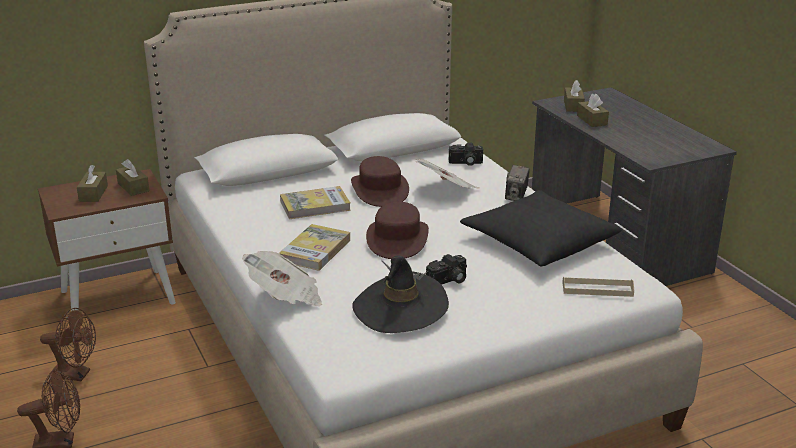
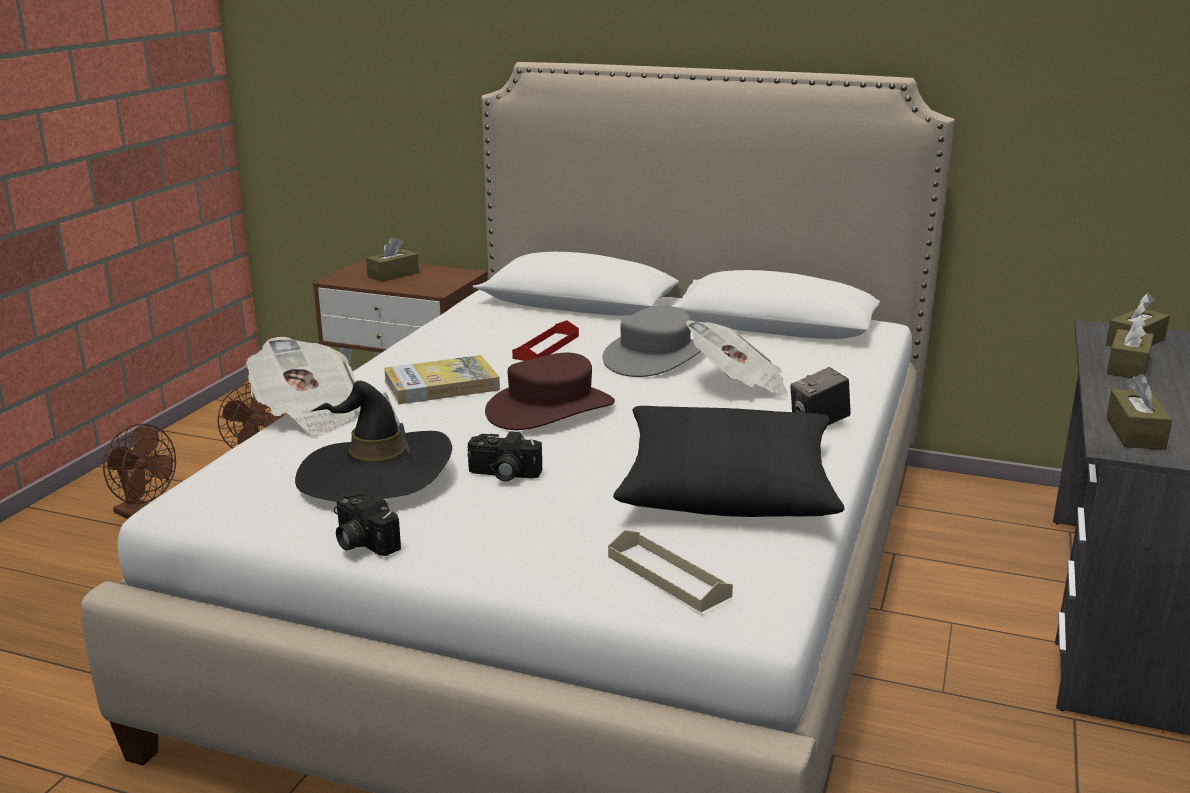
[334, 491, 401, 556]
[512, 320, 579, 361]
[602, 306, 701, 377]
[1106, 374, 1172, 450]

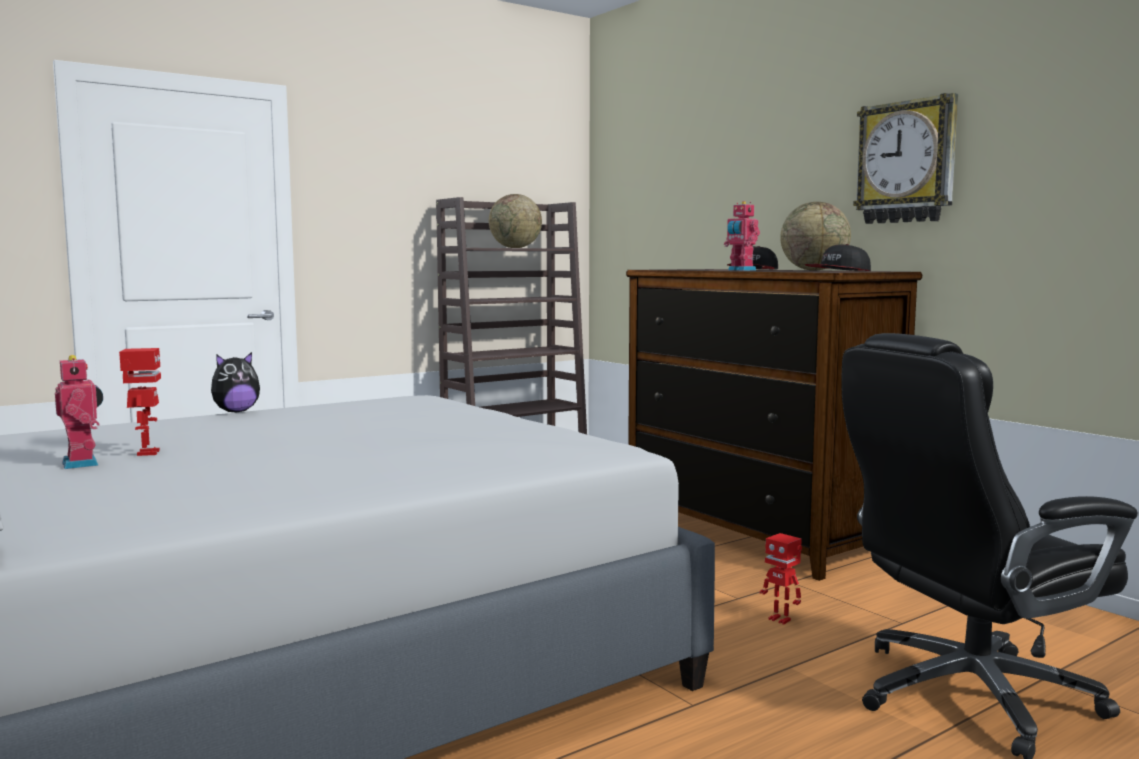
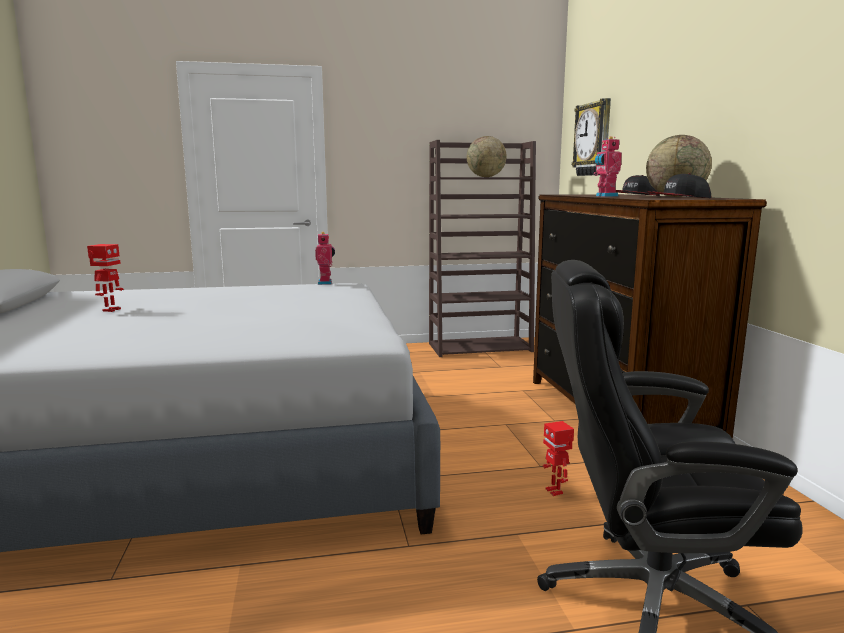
[315, 232, 335, 285]
[572, 98, 611, 176]
[211, 352, 260, 413] (first image)

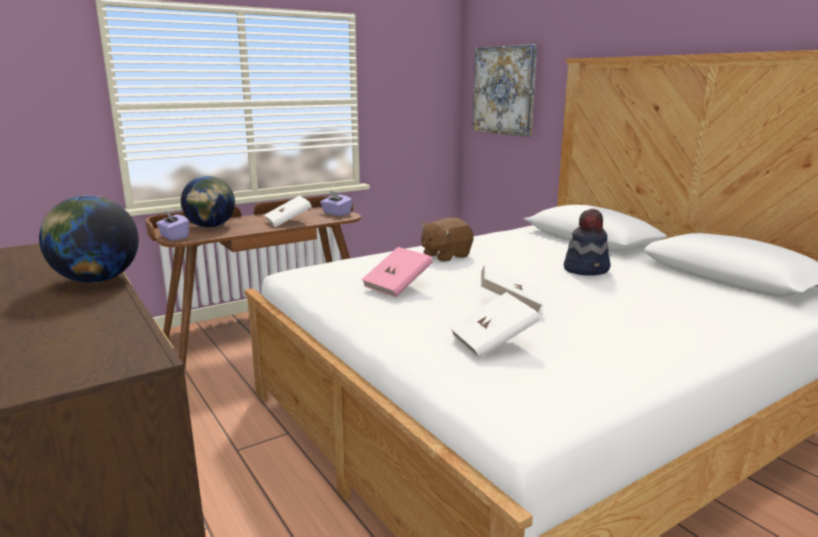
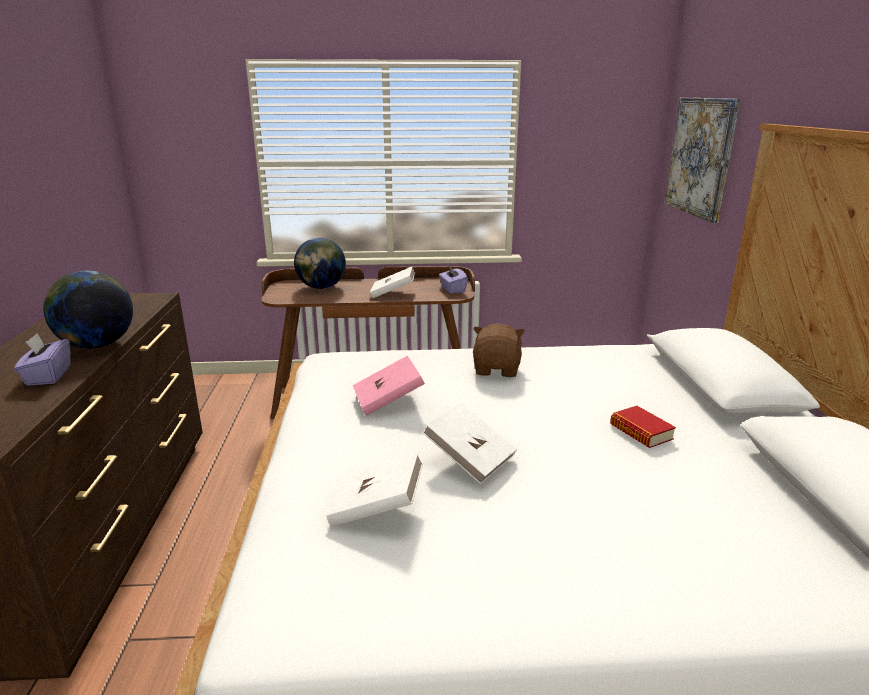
[14, 333, 71, 386]
[473, 323, 525, 377]
[610, 406, 676, 448]

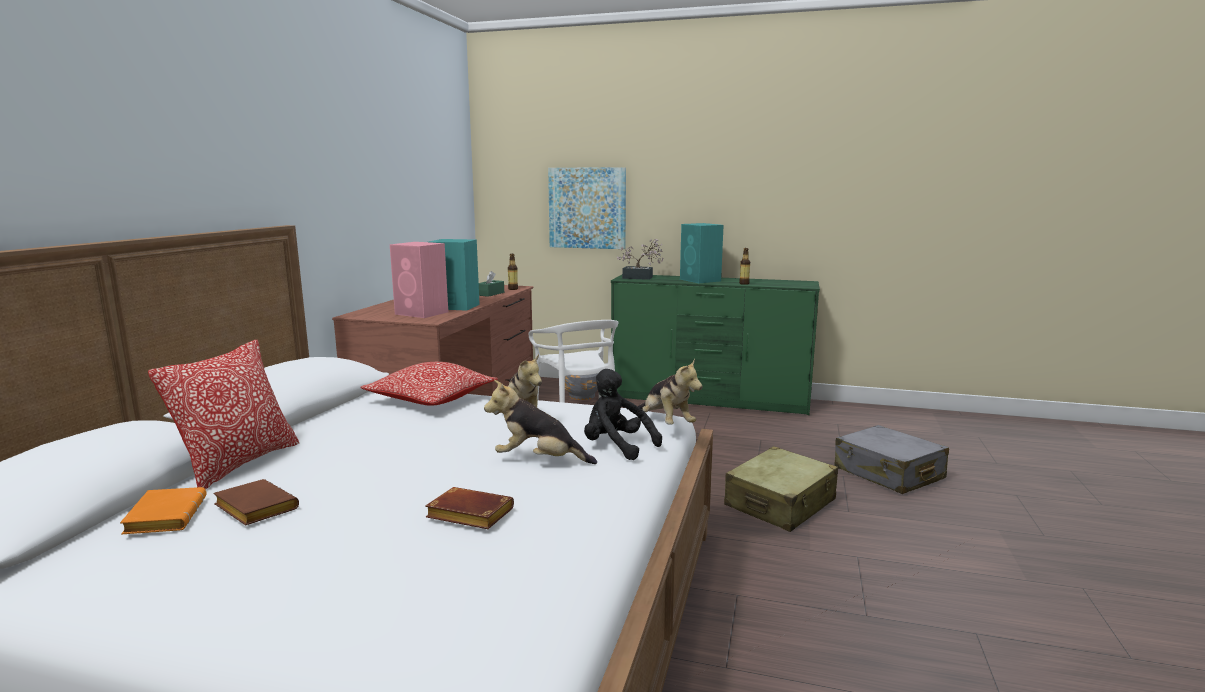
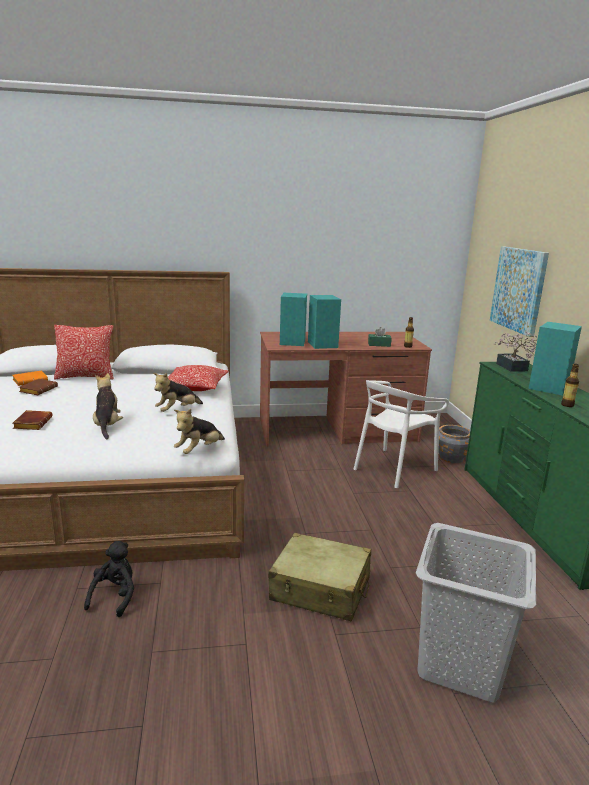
[84, 541, 134, 617]
[280, 293, 307, 346]
[416, 523, 536, 703]

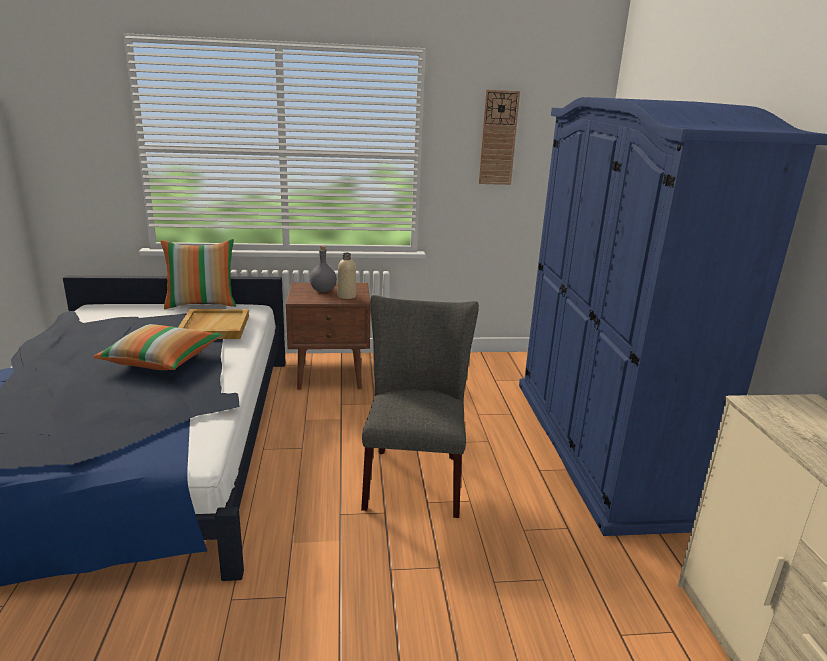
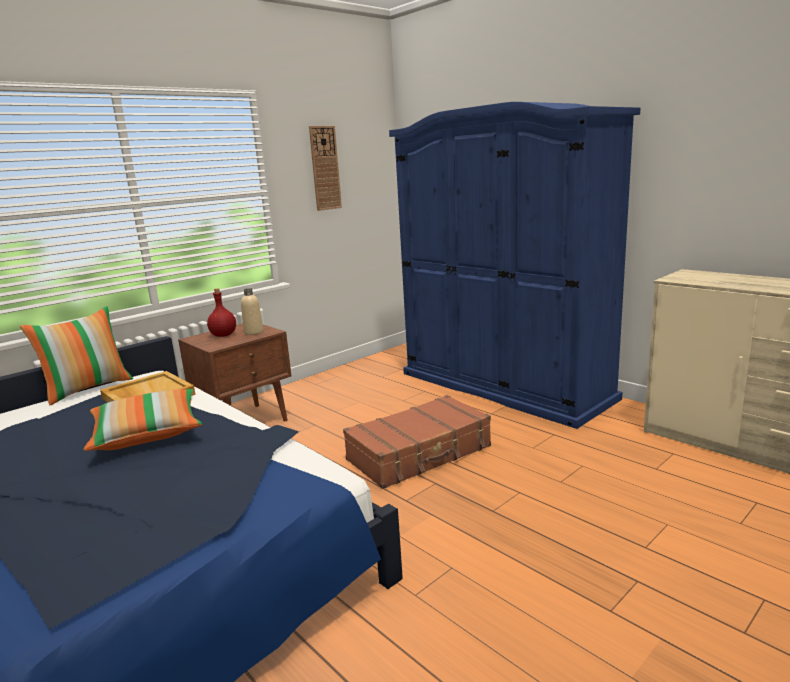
[207, 289, 236, 337]
[343, 395, 491, 489]

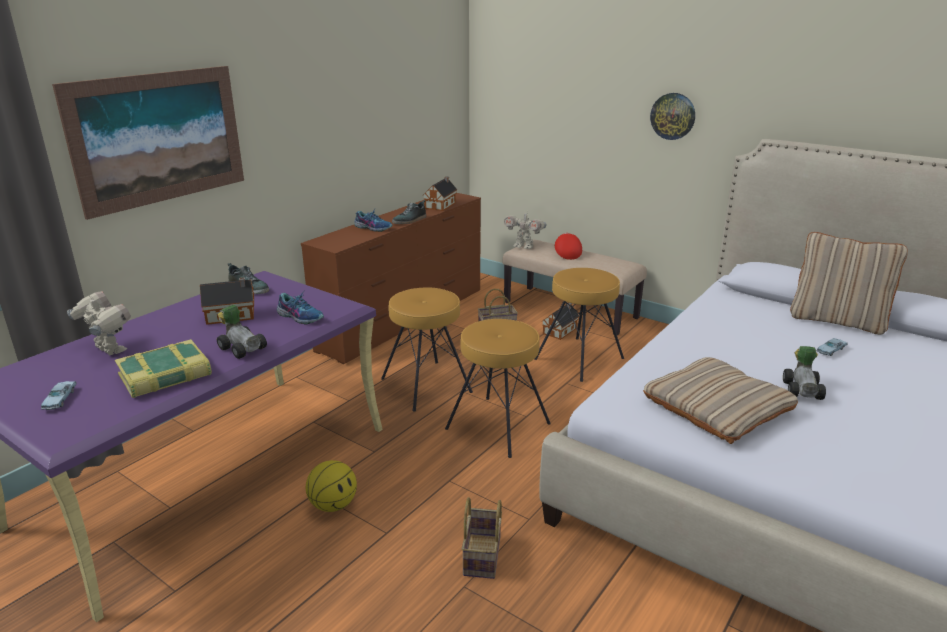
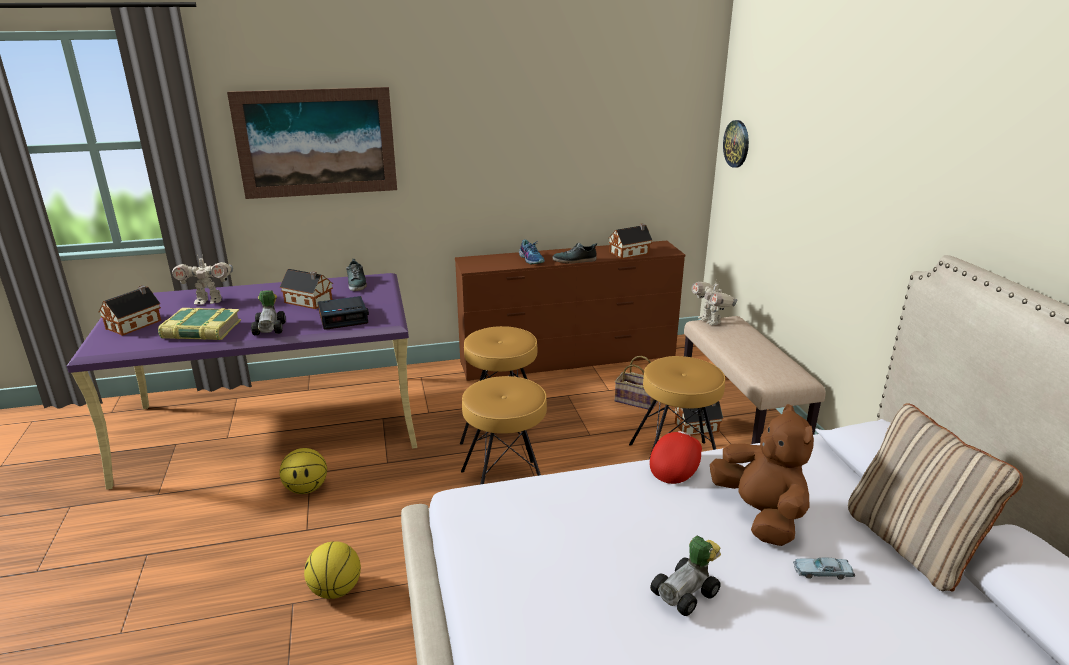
[99, 285, 161, 336]
[172, 254, 233, 305]
[304, 541, 361, 599]
[318, 296, 369, 330]
[650, 431, 702, 484]
[710, 404, 814, 546]
[723, 120, 749, 168]
[643, 357, 798, 444] (first image)

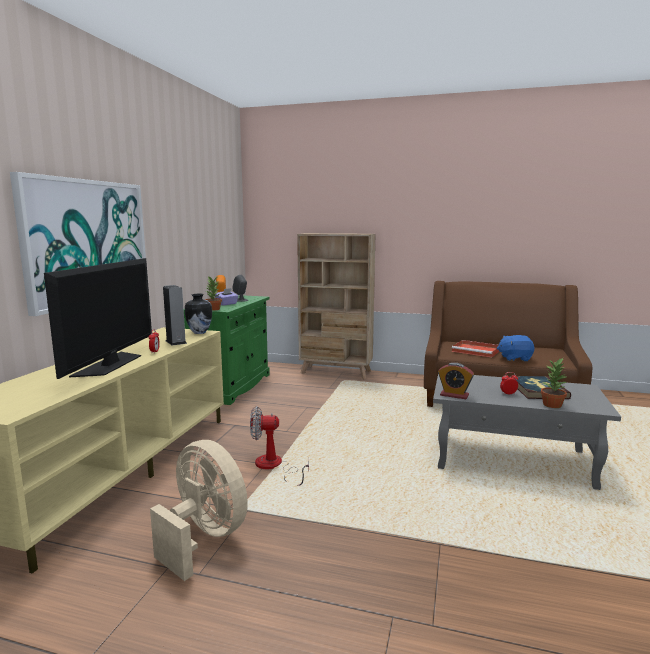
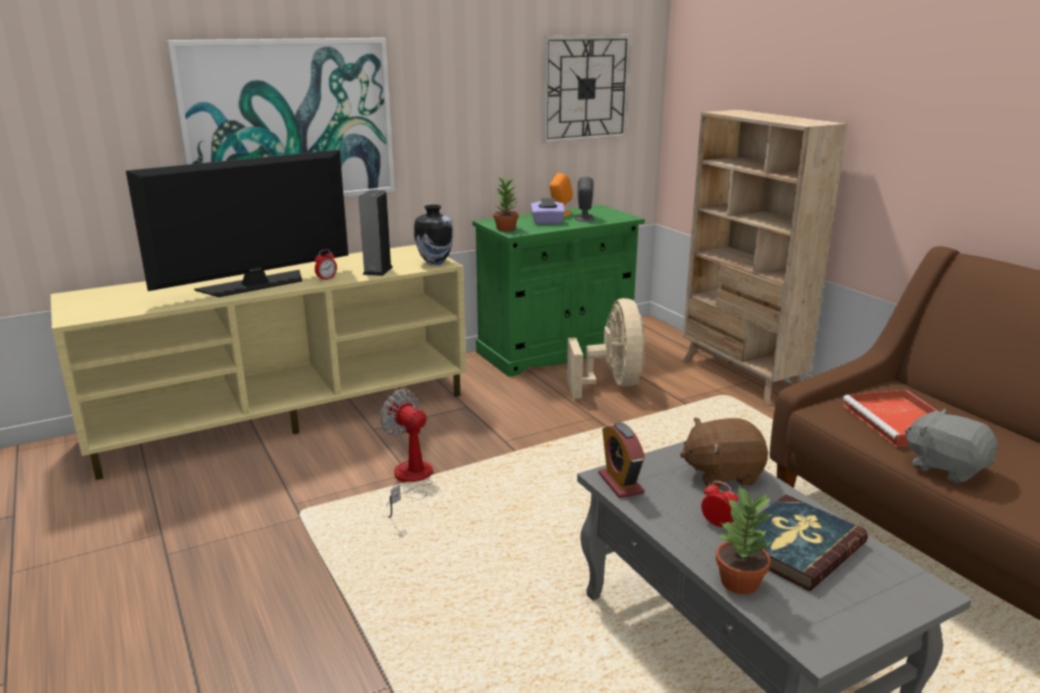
[542, 35, 631, 144]
[567, 298, 646, 399]
[680, 418, 768, 488]
[905, 409, 998, 484]

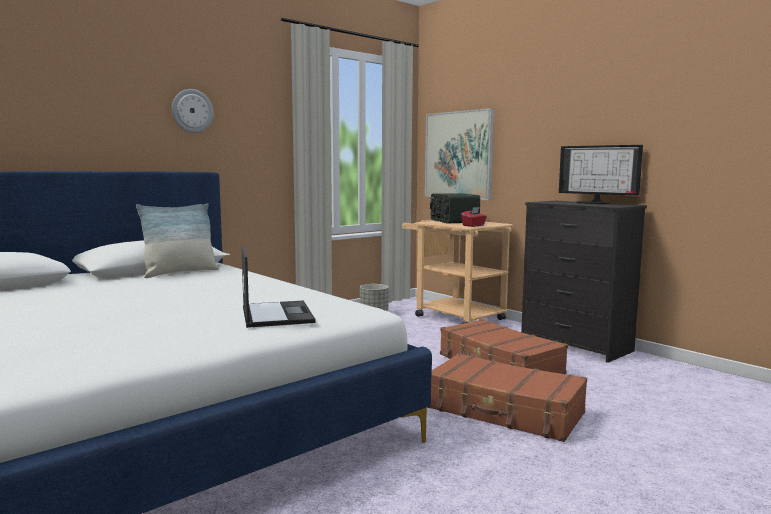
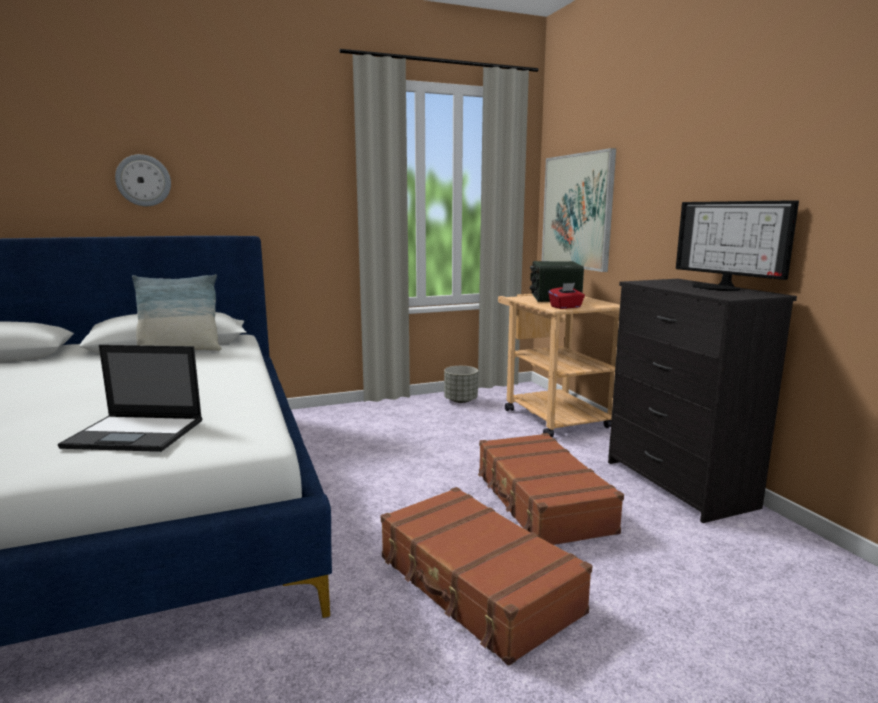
[58, 345, 202, 452]
[115, 154, 171, 206]

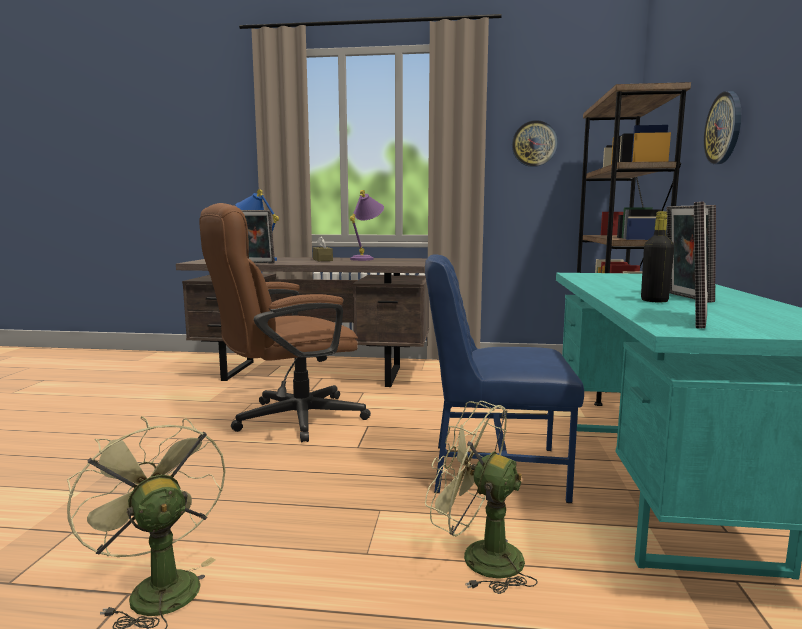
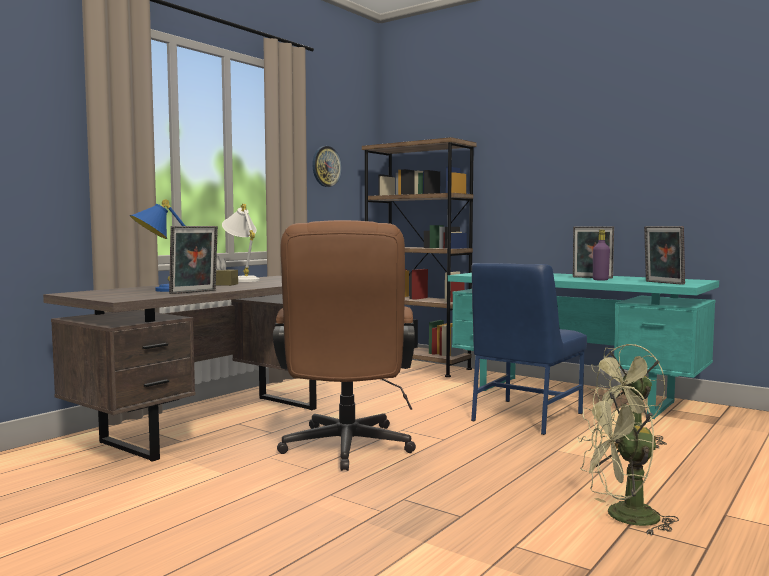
[222, 204, 260, 282]
[593, 230, 610, 281]
[704, 91, 741, 164] (first image)

